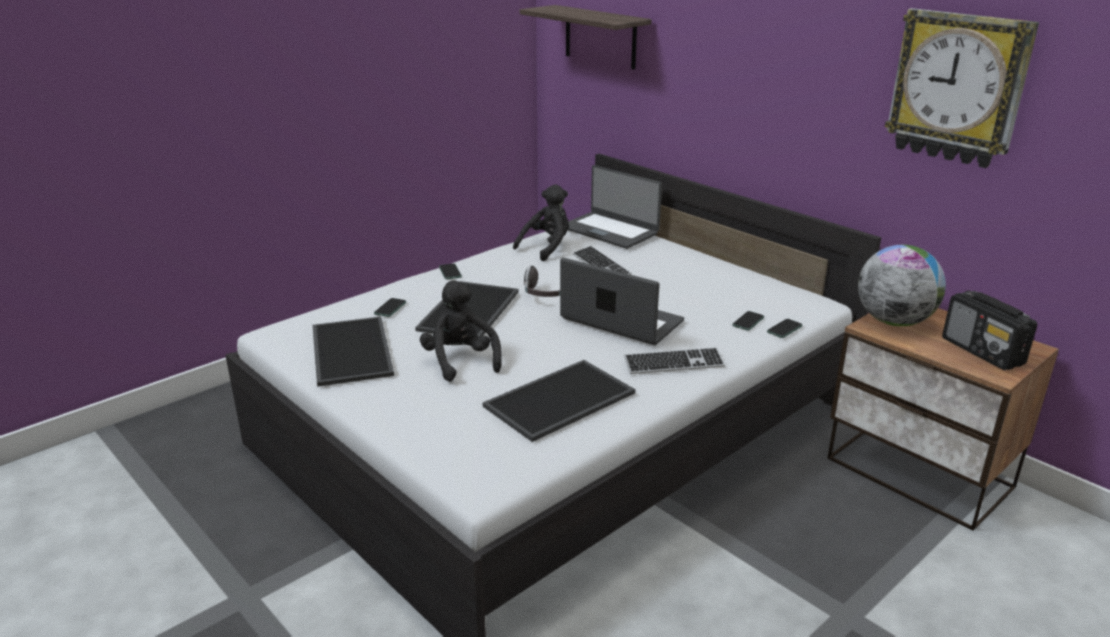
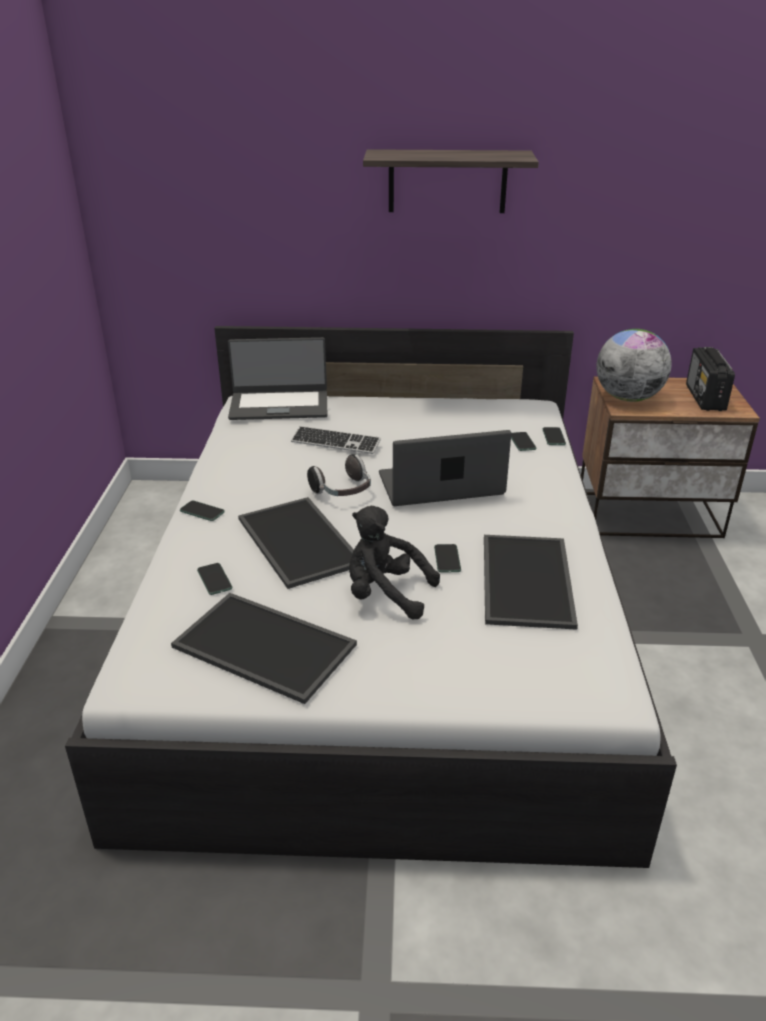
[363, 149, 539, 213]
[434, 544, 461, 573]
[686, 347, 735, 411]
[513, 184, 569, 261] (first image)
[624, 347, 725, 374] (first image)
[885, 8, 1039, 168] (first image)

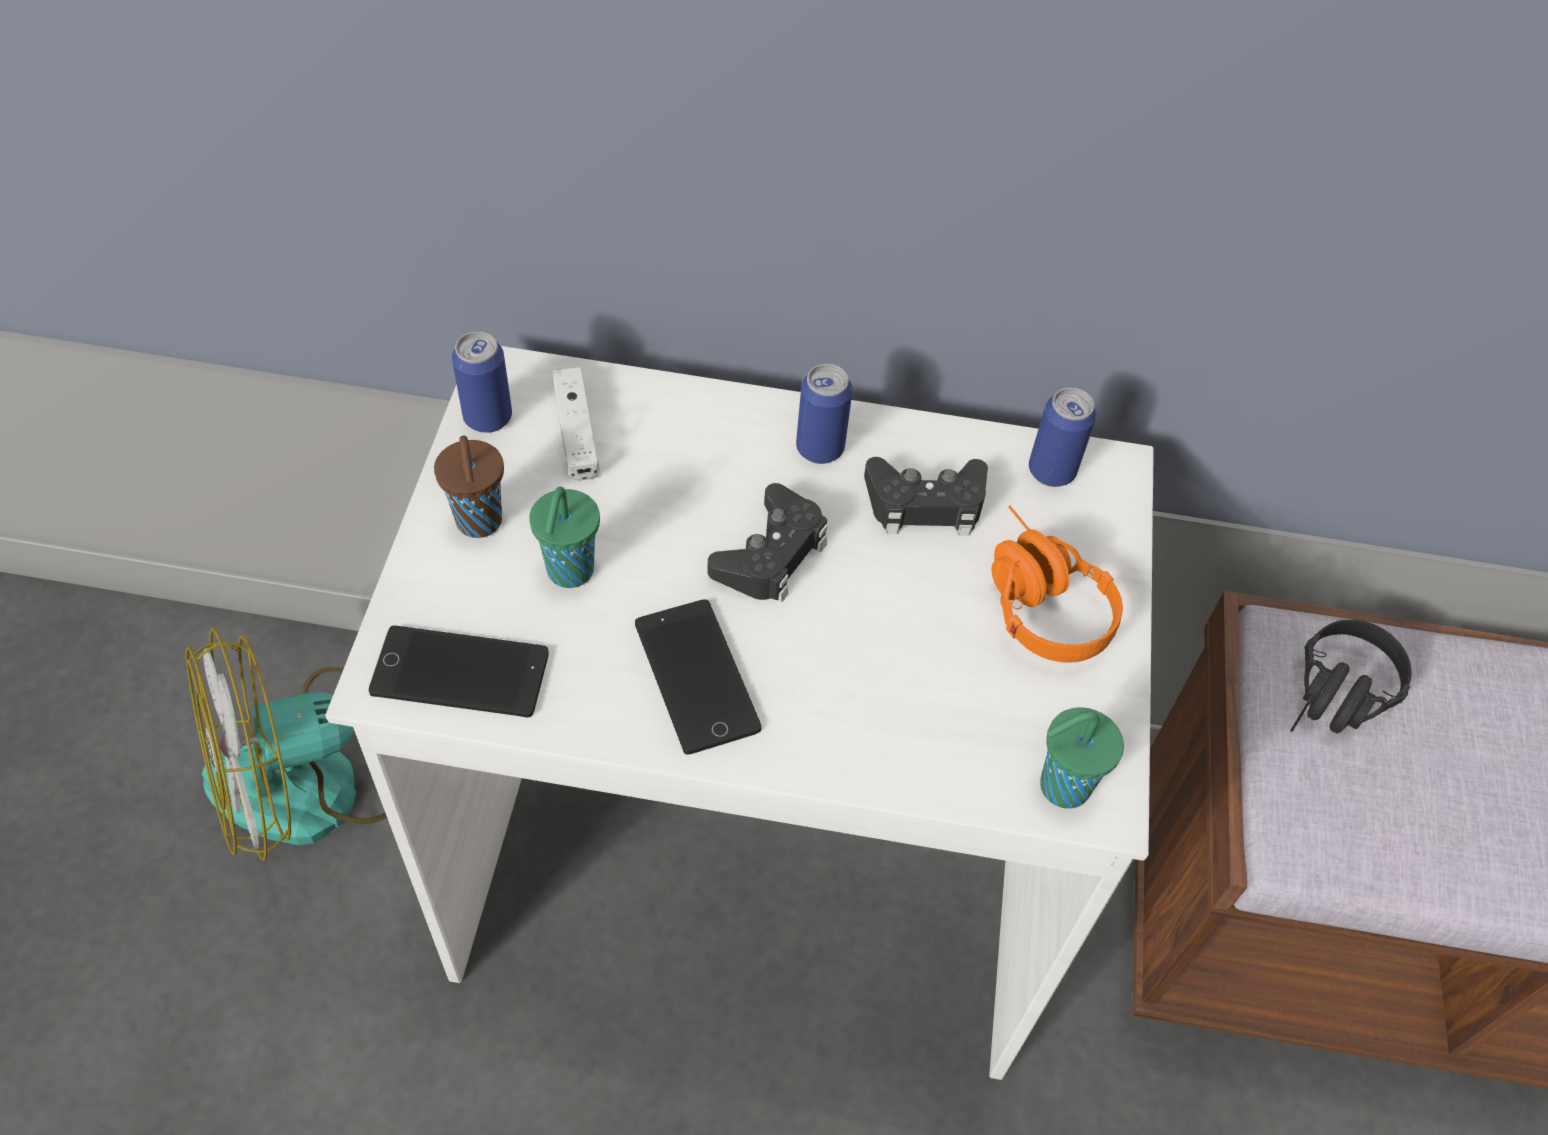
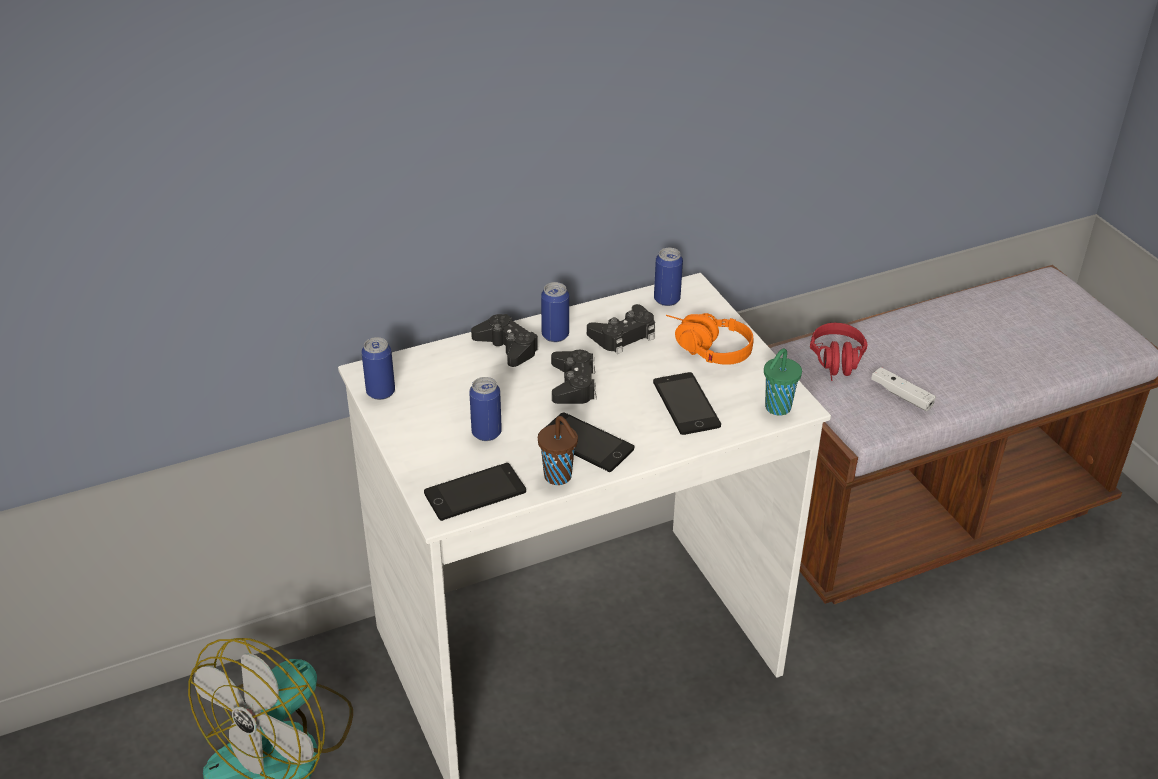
[469, 377, 502, 441]
[471, 314, 539, 367]
[538, 416, 578, 485]
[653, 372, 721, 435]
[810, 323, 868, 381]
[871, 367, 936, 411]

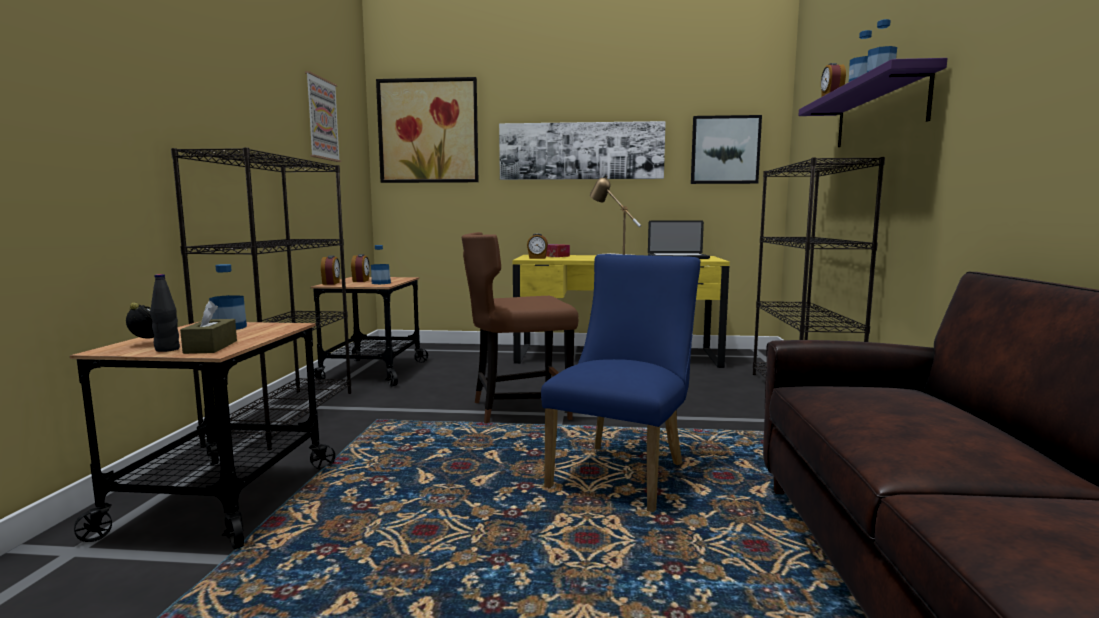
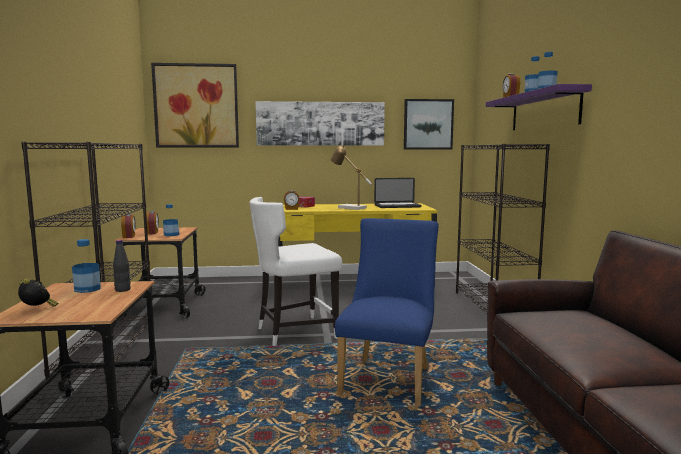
[113, 240, 131, 292]
[250, 197, 342, 346]
[180, 301, 237, 354] (first image)
[305, 71, 341, 162] (first image)

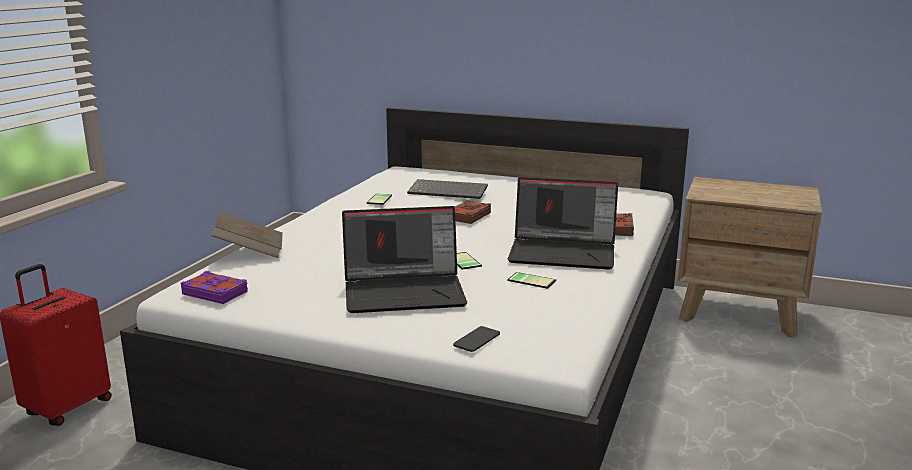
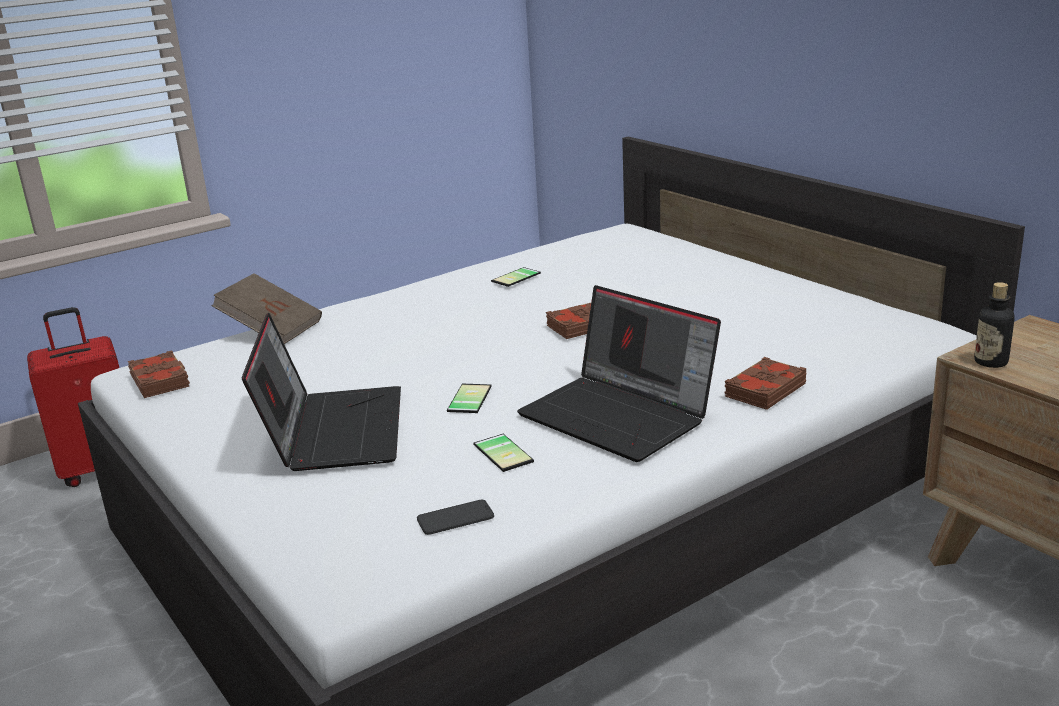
[128, 350, 190, 398]
[242, 312, 401, 471]
[417, 500, 494, 535]
[974, 282, 1015, 368]
[407, 179, 488, 199] (first image)

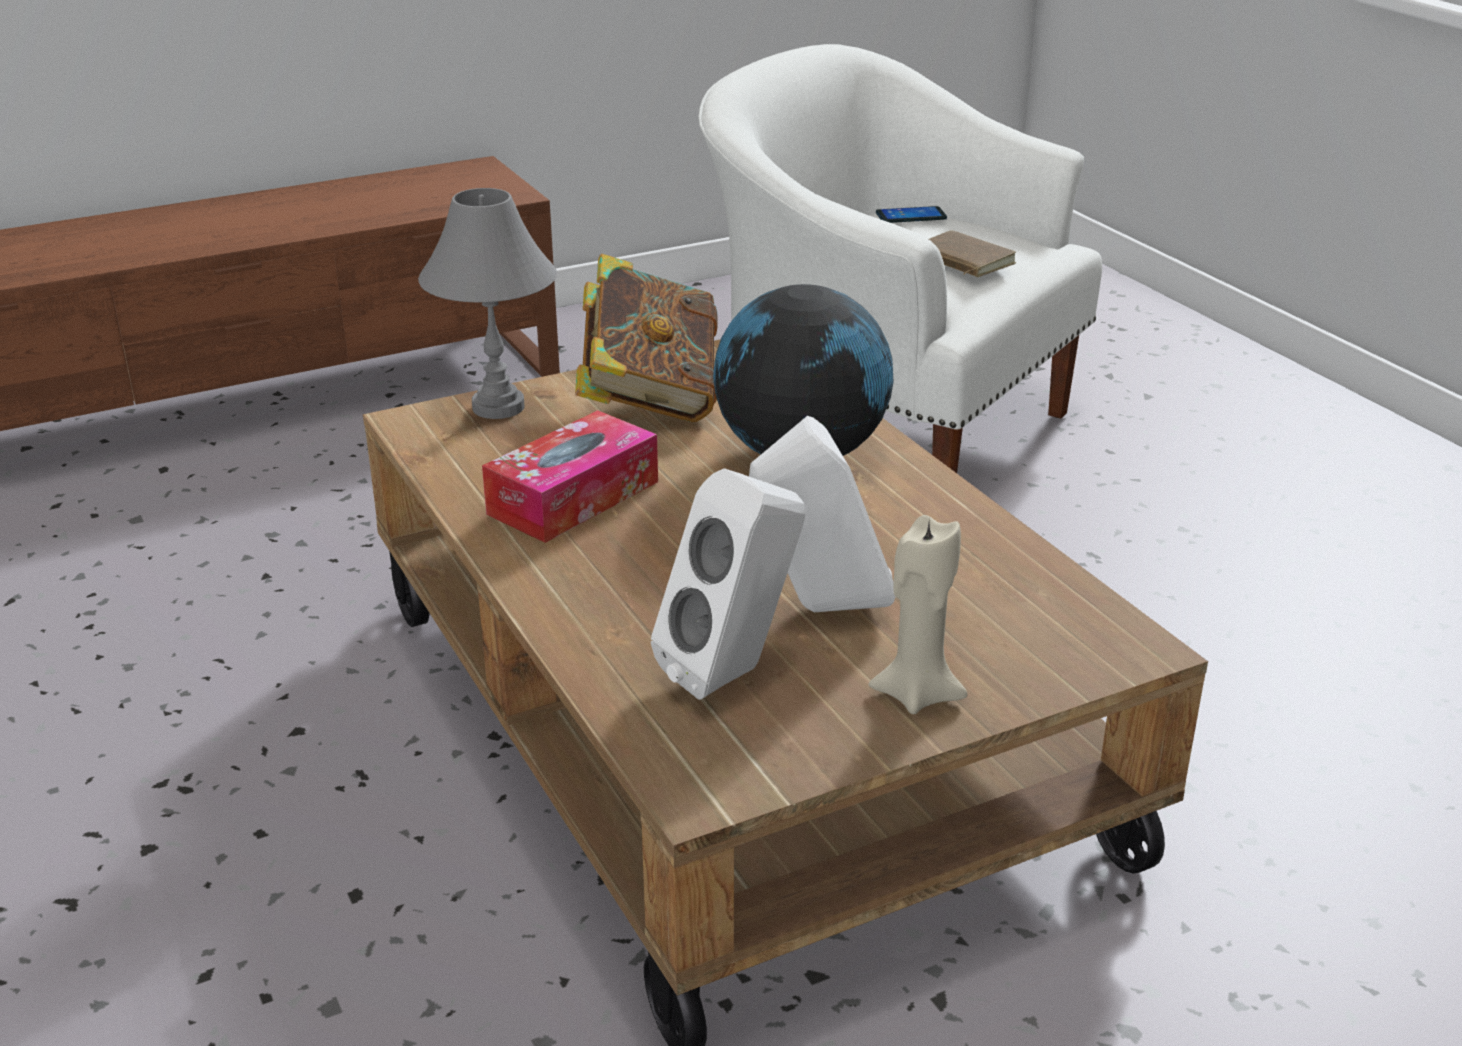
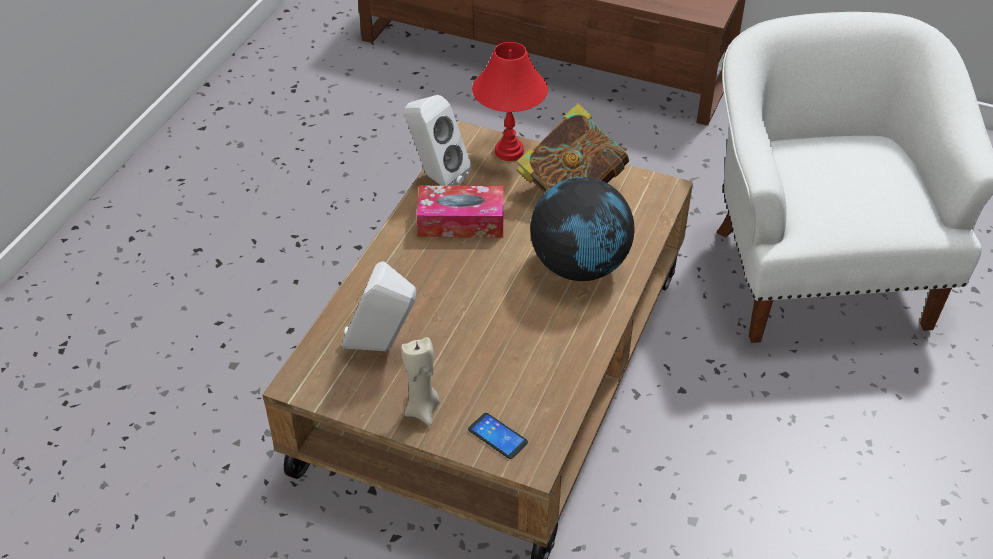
[404, 95, 471, 186]
[468, 413, 528, 459]
[472, 42, 548, 161]
[928, 230, 1016, 277] (first image)

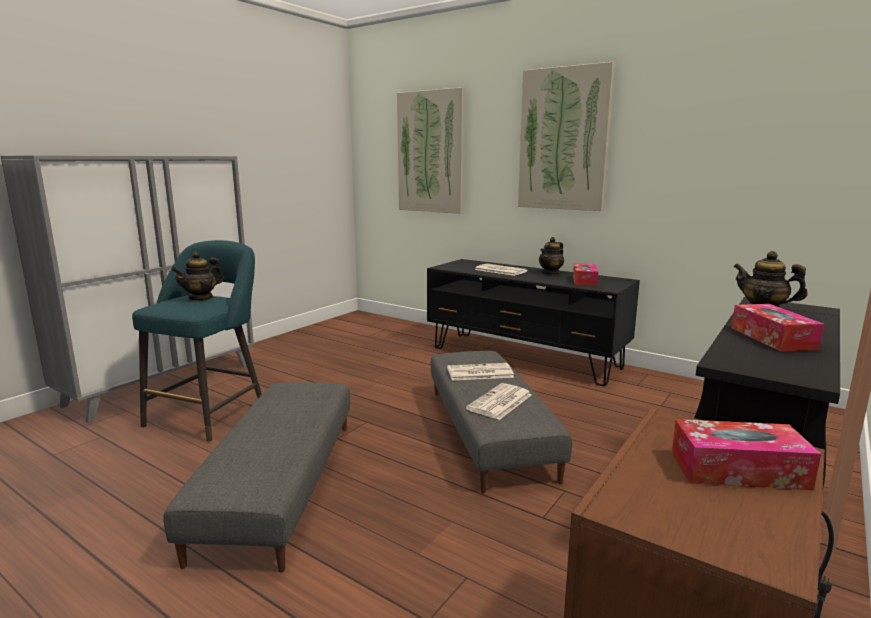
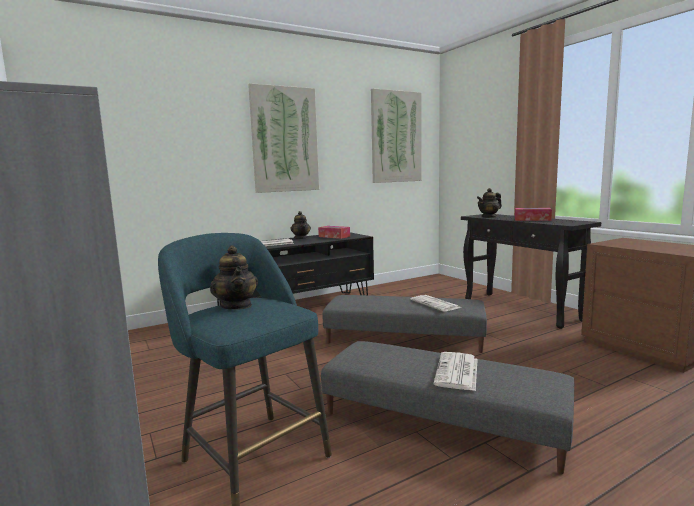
[371, 88, 422, 183]
[434, 352, 478, 391]
[672, 419, 821, 490] (first image)

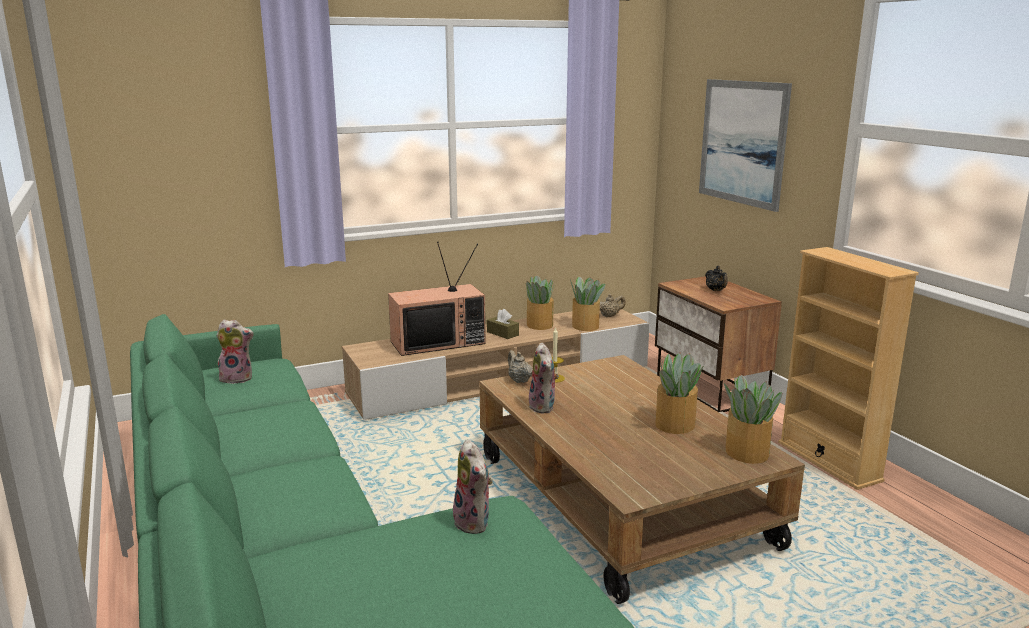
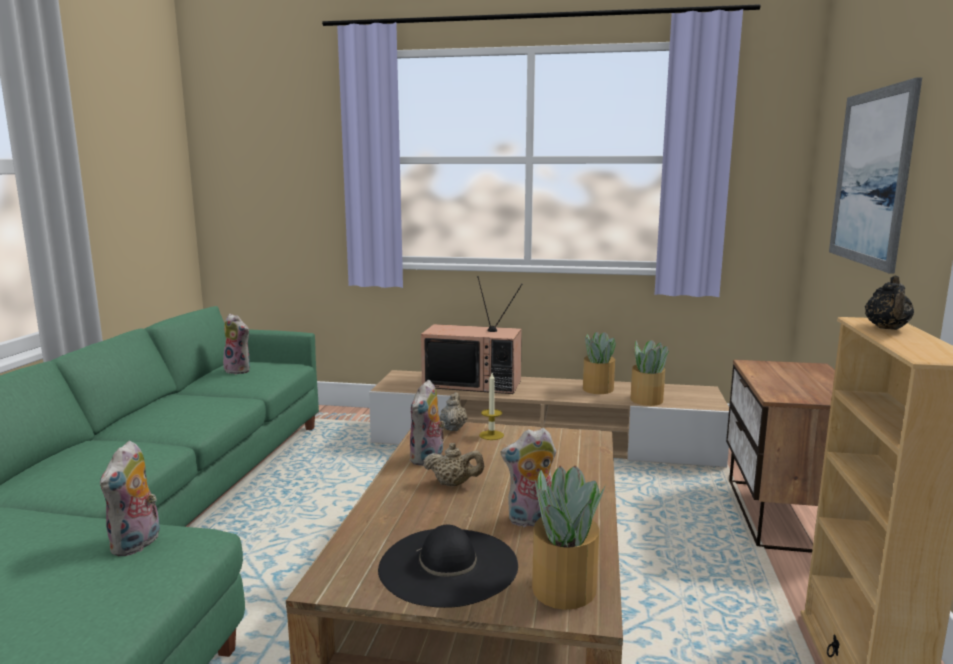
[378, 525, 518, 608]
[423, 443, 484, 486]
[501, 428, 556, 527]
[865, 276, 914, 330]
[487, 309, 519, 339] (first image)

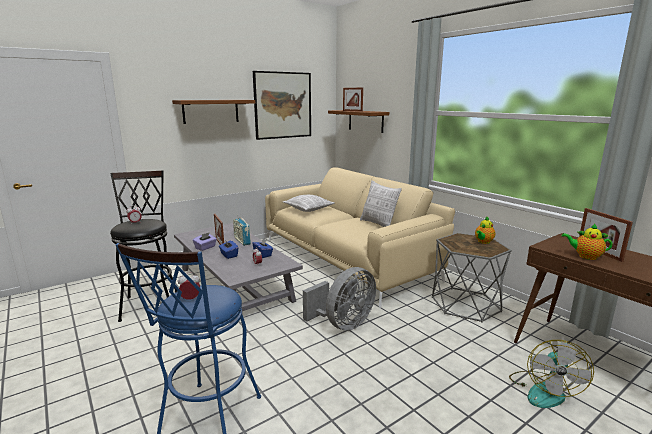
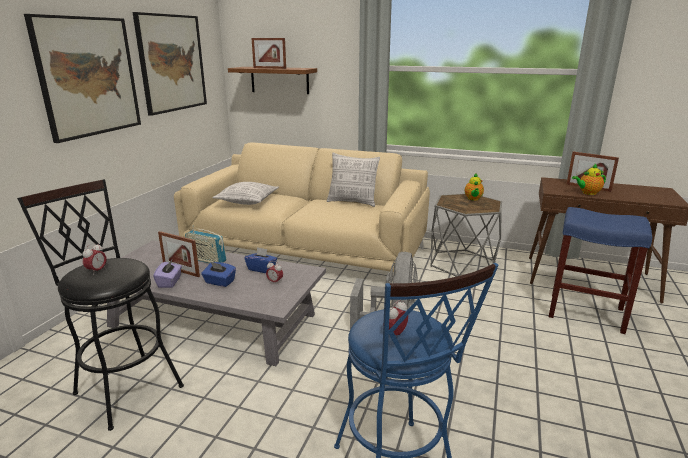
[24, 14, 141, 143]
[549, 207, 652, 334]

